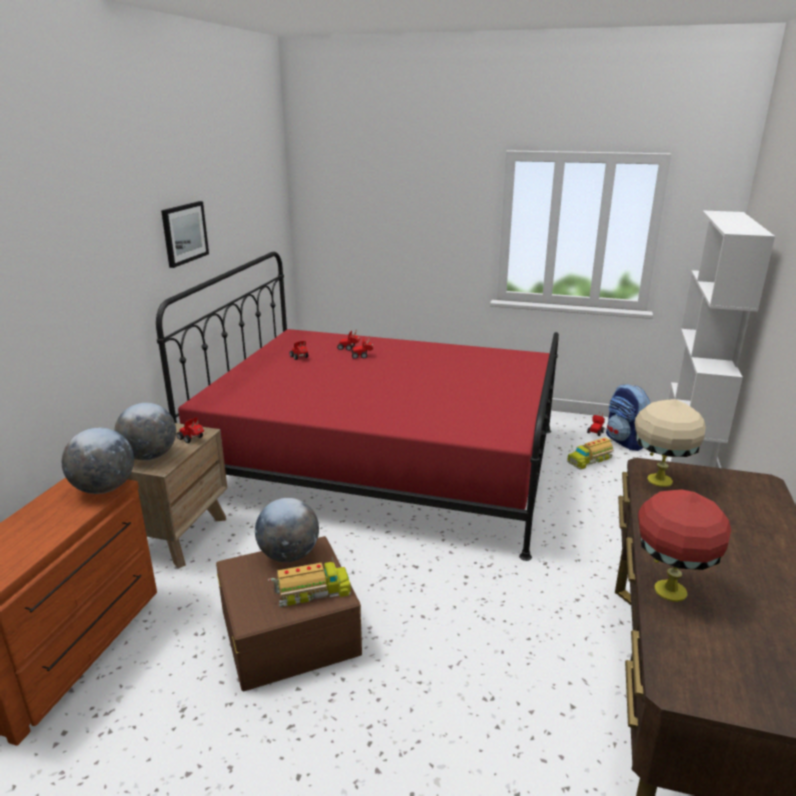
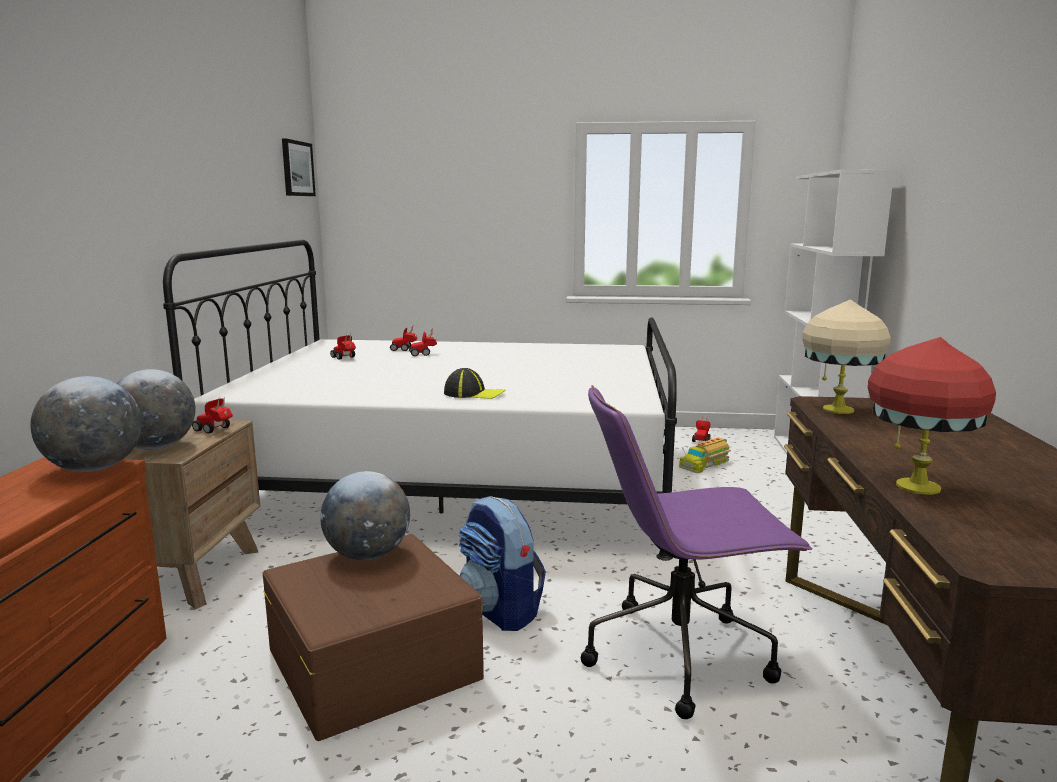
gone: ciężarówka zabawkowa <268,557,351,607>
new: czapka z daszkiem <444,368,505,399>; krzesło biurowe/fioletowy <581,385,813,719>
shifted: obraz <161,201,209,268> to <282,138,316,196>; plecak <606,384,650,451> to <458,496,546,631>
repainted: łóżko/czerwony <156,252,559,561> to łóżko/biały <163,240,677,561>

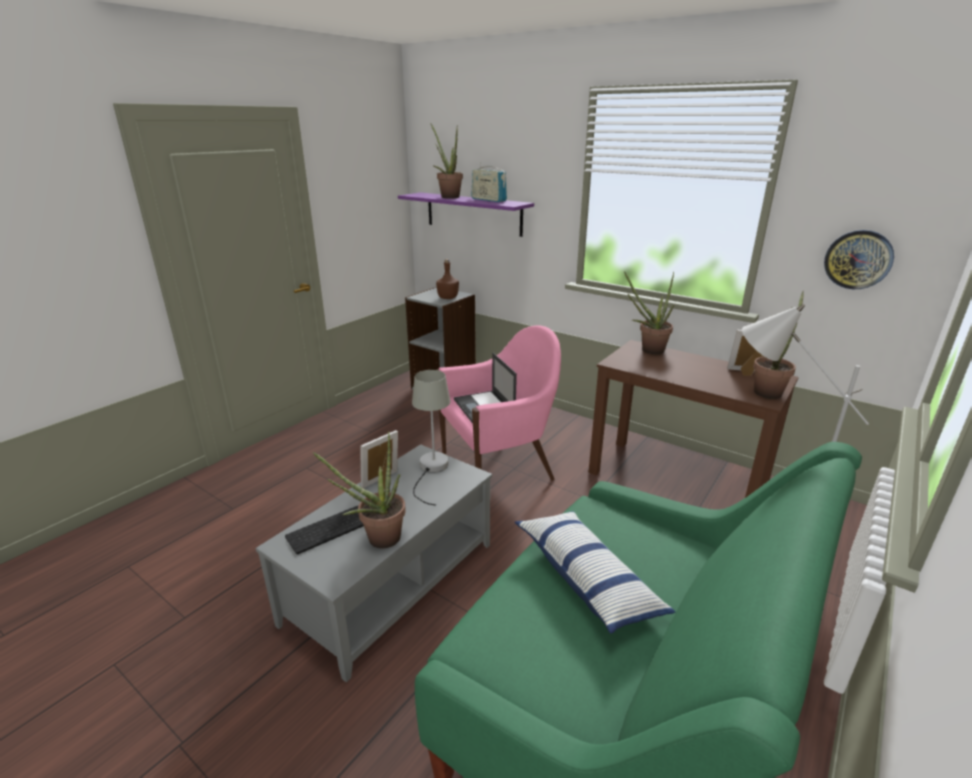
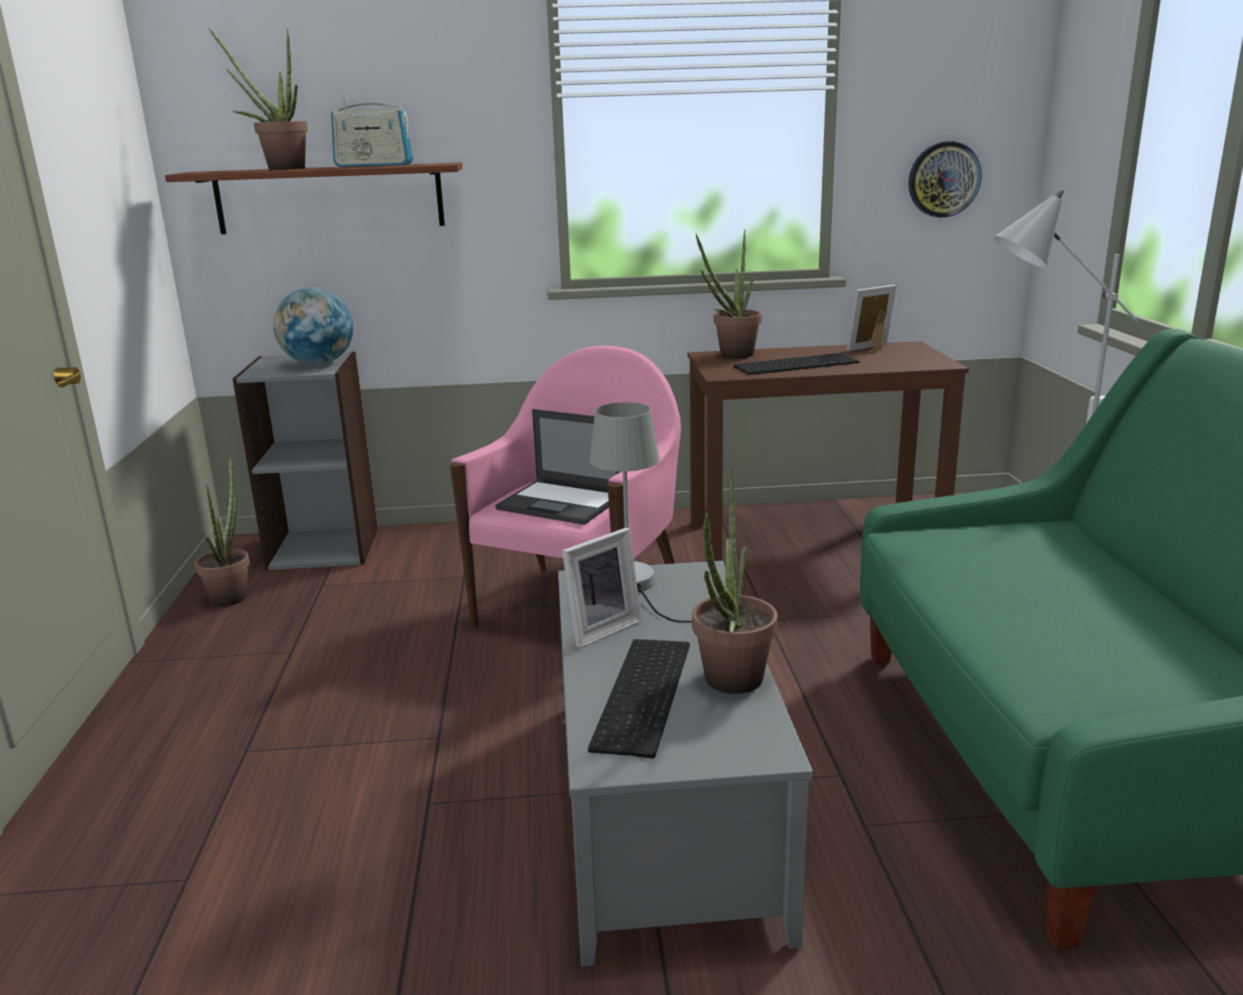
gone: poduszka <514,511,675,634>
new: klawiatura <734,353,860,375>
shifted: roślina doniczkowa <753,291,804,399> to <195,456,250,606>
swapped: butelka/brązowy <436,259,459,299> to globus <273,287,353,365>
repainted: półka/fioletowy <398,192,534,237> to półka/brązowy <165,162,462,234>
rotated: ramka na zdjęcie <360,430,398,489> = <562,528,642,648> 135 degrees counterclockwise

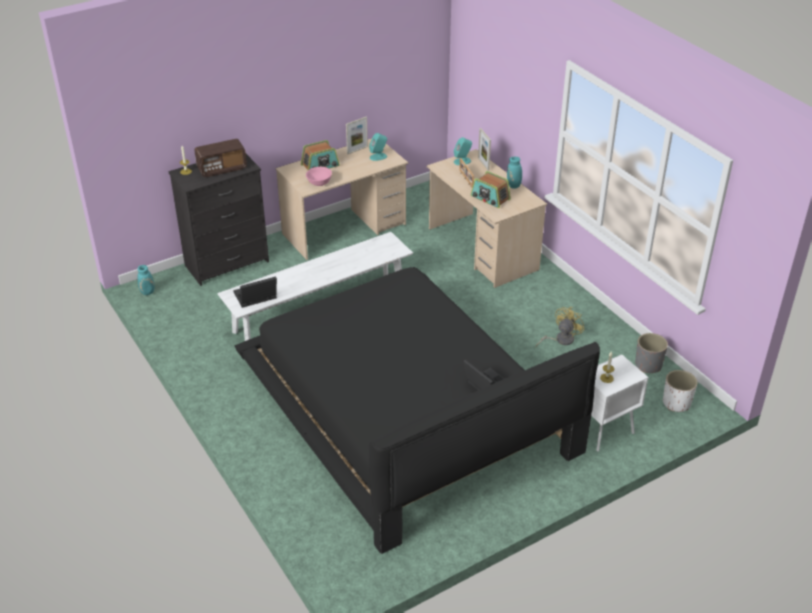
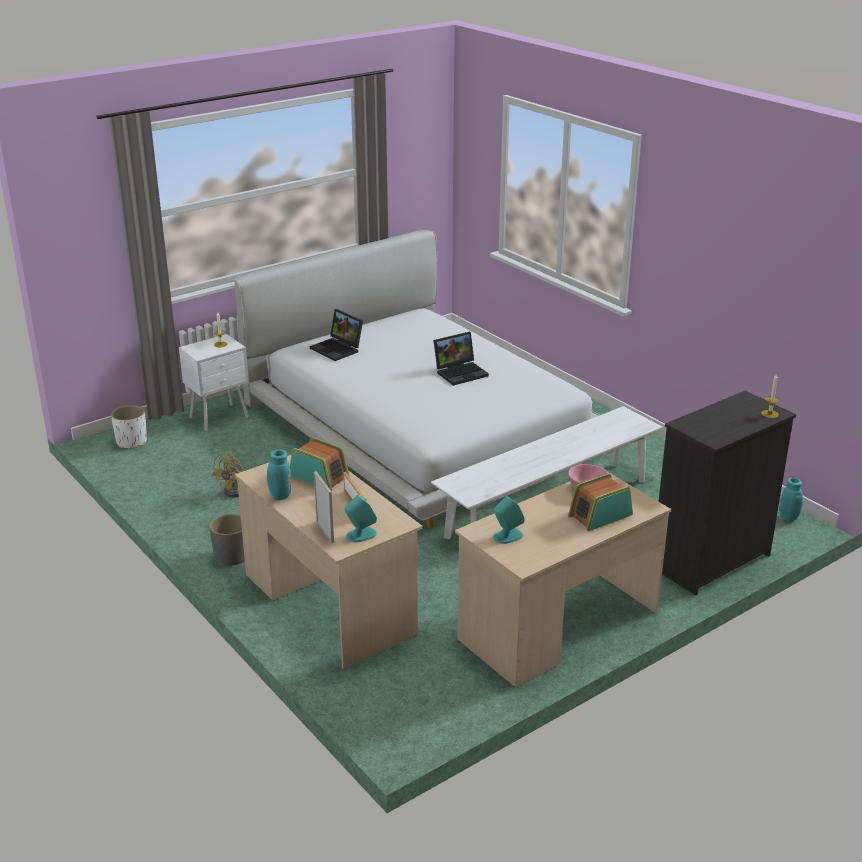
gone: radio <194,139,247,177>; ramka na zdjęcie <346,117,368,154>
shifted: laptop <233,277,277,308> to <433,332,489,386>; donica/szary <635,333,668,373> to <209,513,245,566>
repainted: łóżko/czarny <235,267,600,554> to łóżko/biały <235,230,600,528>

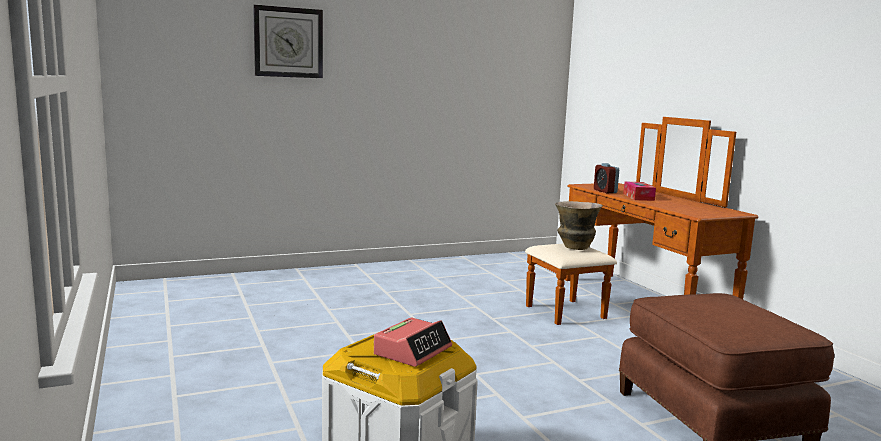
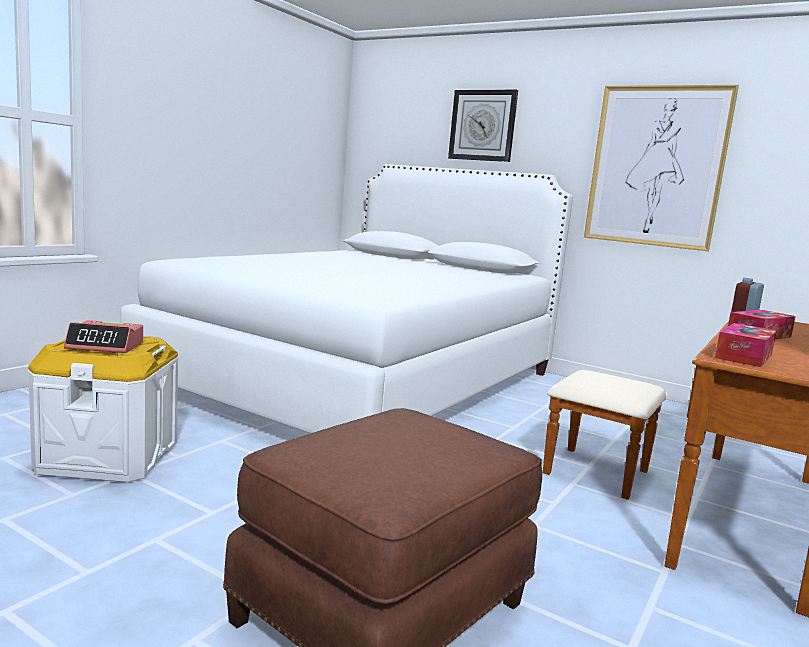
gone: wazon <555,201,603,250>
new: łóżko/biały <120,164,573,434>; obraz <584,85,739,251>; pudełko chusteczek <715,323,777,367>

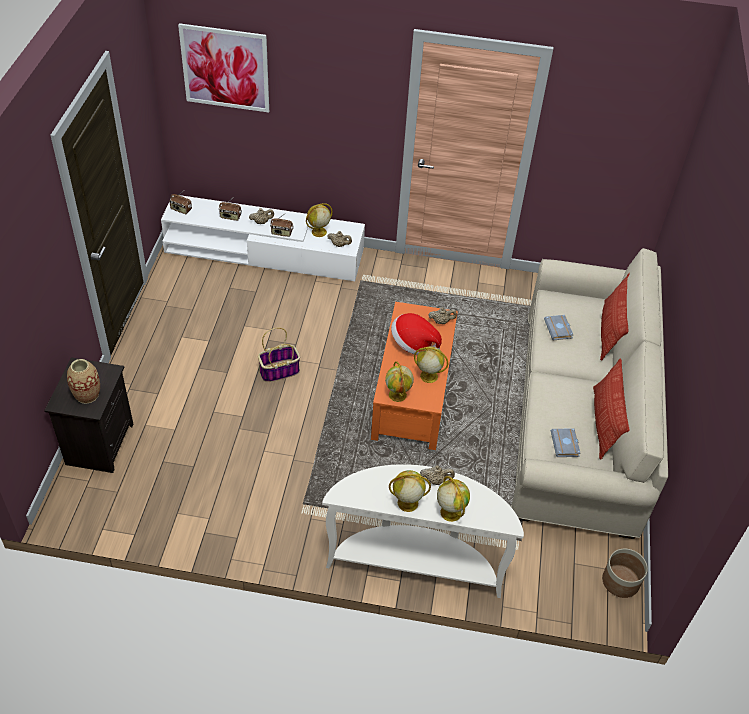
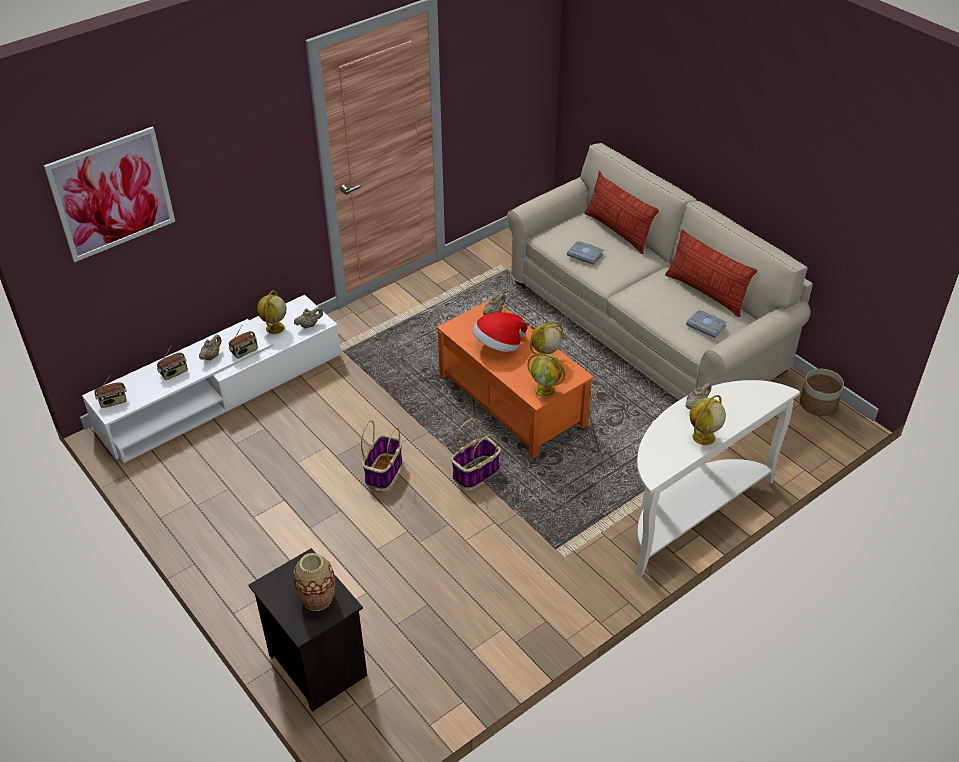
gone: globus <437,476,470,522>
new: koszyk <451,419,501,489>

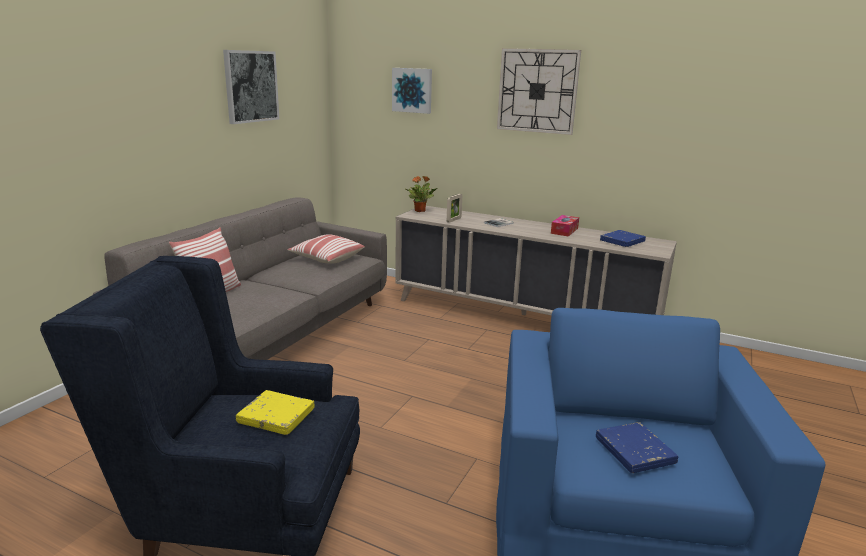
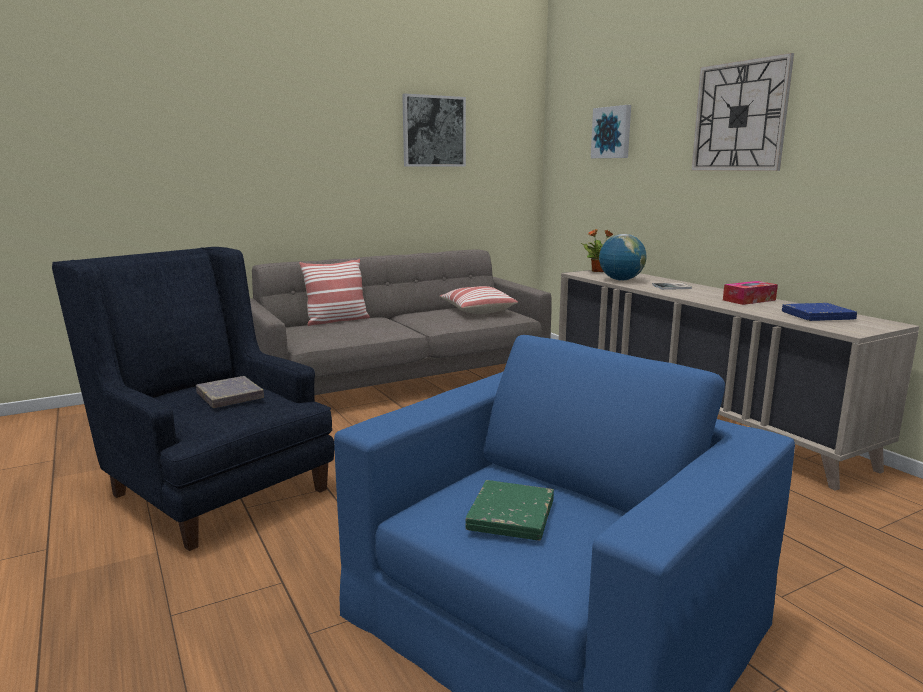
swapped: ramka na zdjęcie <447,194,462,223> to globus <599,234,646,281>
repainted: książka/żółty <236,390,315,435> to książka/szary <196,376,264,408>; książka/niebieski <596,422,678,473> to książka/zielony <465,480,554,540>

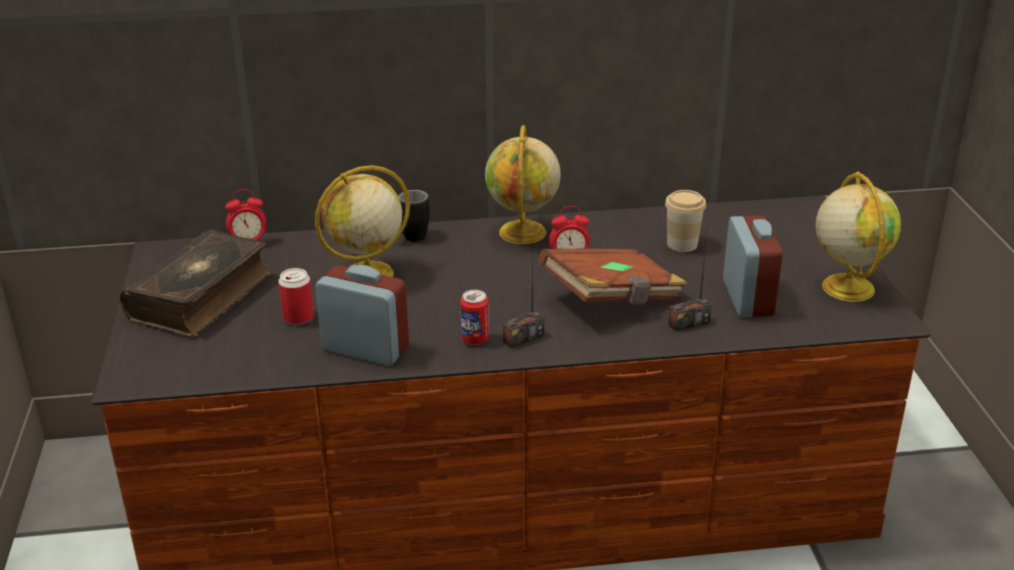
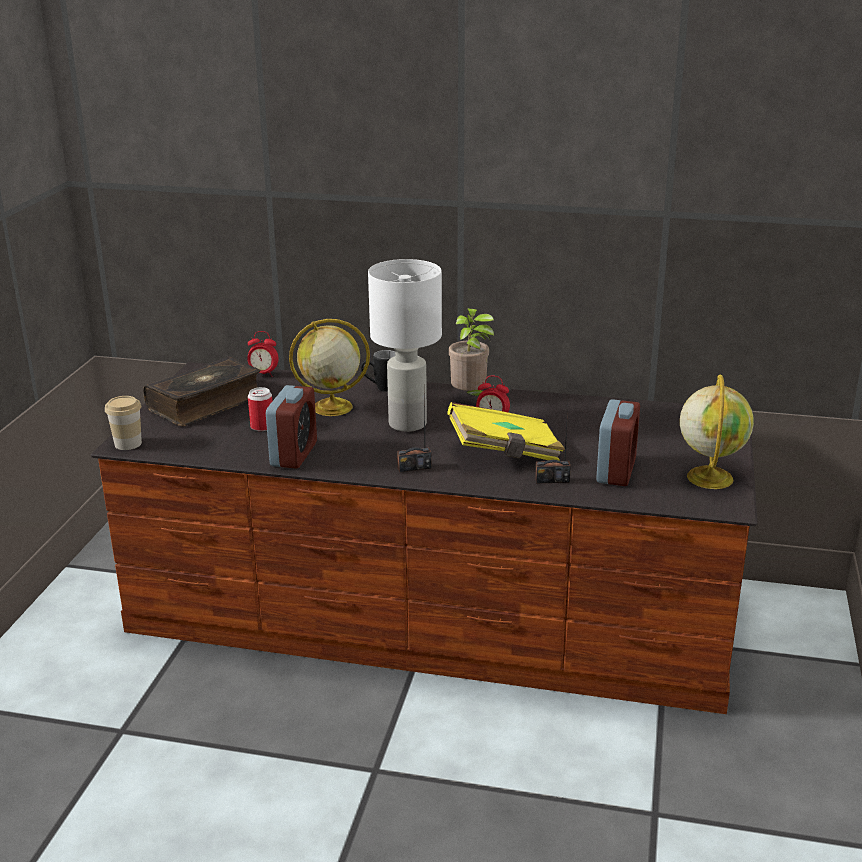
gone: puszka <460,290,489,345>
new: lampa stołowa/biały <368,259,442,432>
shifted: filiżanka <665,190,706,252> to <105,396,142,450>
swapped: globus <485,125,561,244> to roślina doniczkowa <449,308,494,396>
repainted: książka/brązowy <538,248,687,305> to książka/żółty <447,402,565,460>
rotated: budzik <315,265,409,366> = <266,385,317,469> 60 degrees clockwise

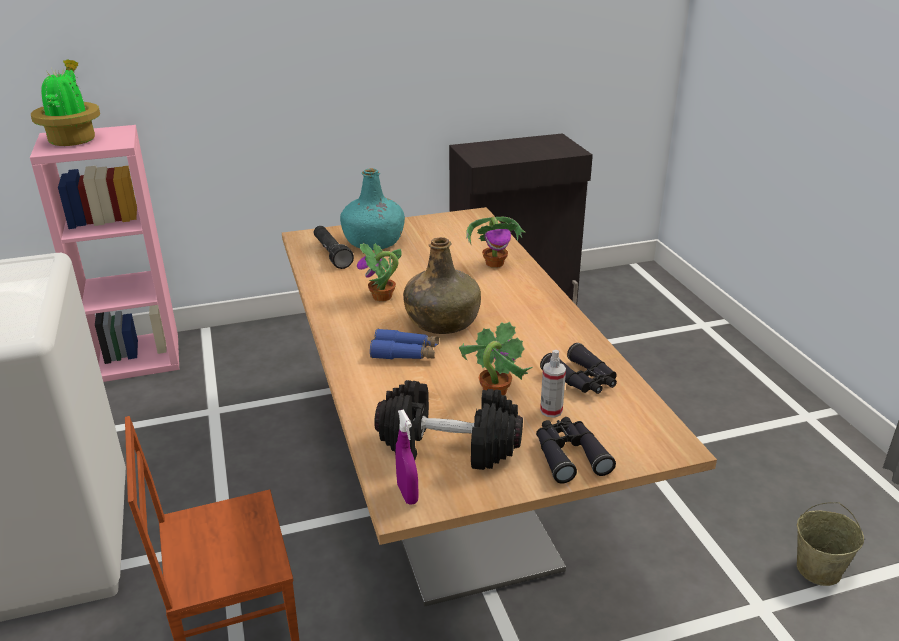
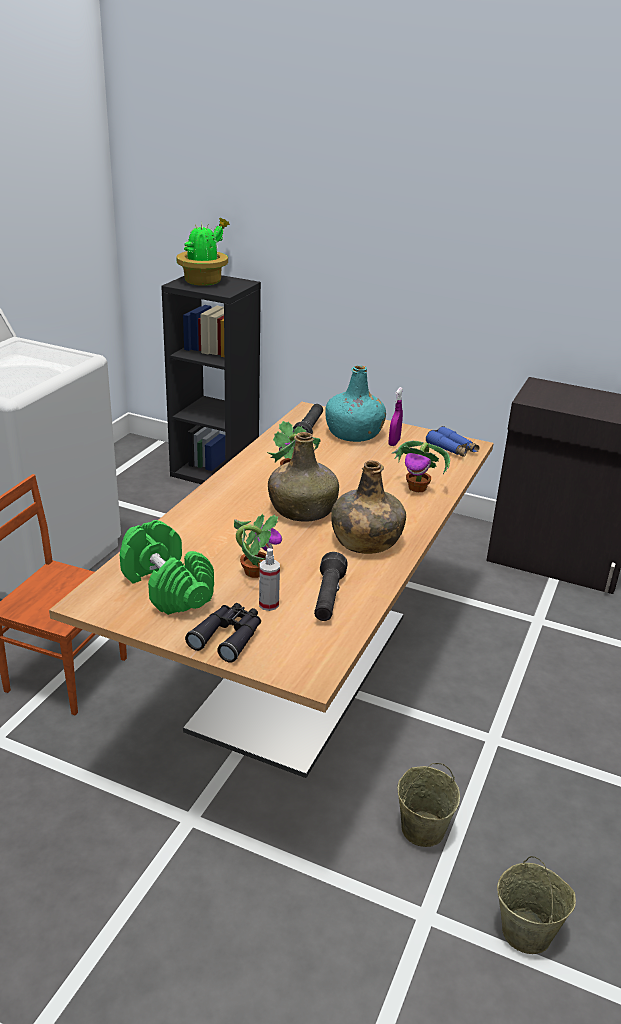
new: butelka/zielony <331,460,406,554>; wiadro/beżowy <398,763,460,847>
shifted: lornetka/niebieski <370,329,439,359> to <426,426,480,457>; spryskiwacz/fioletowy <395,409,419,505> to <389,387,403,446>
swapped: lornetka/czarny <540,343,617,394> to latarka/czarny <314,552,348,621>
repainted: regał/różowy <30,125,179,382> to regał/czarny <161,275,261,484>; hantel/czarny <374,380,523,470> to hantel/zielony <120,520,214,615>

